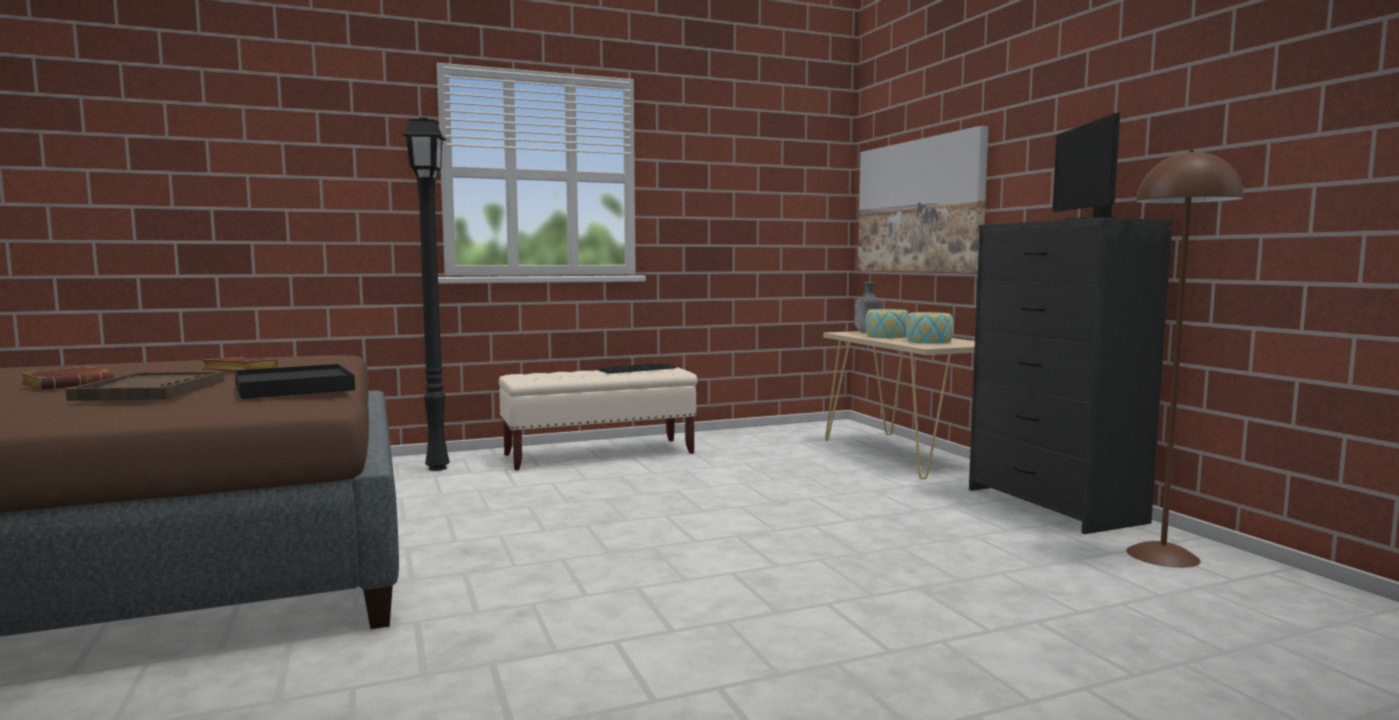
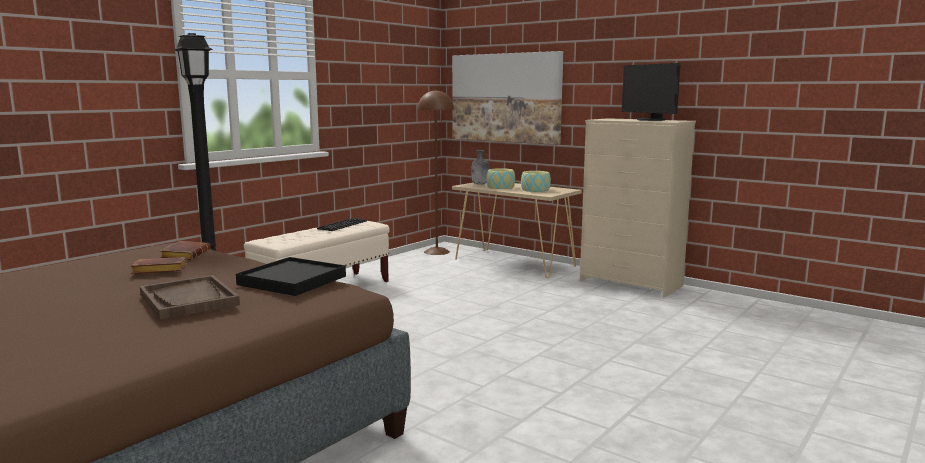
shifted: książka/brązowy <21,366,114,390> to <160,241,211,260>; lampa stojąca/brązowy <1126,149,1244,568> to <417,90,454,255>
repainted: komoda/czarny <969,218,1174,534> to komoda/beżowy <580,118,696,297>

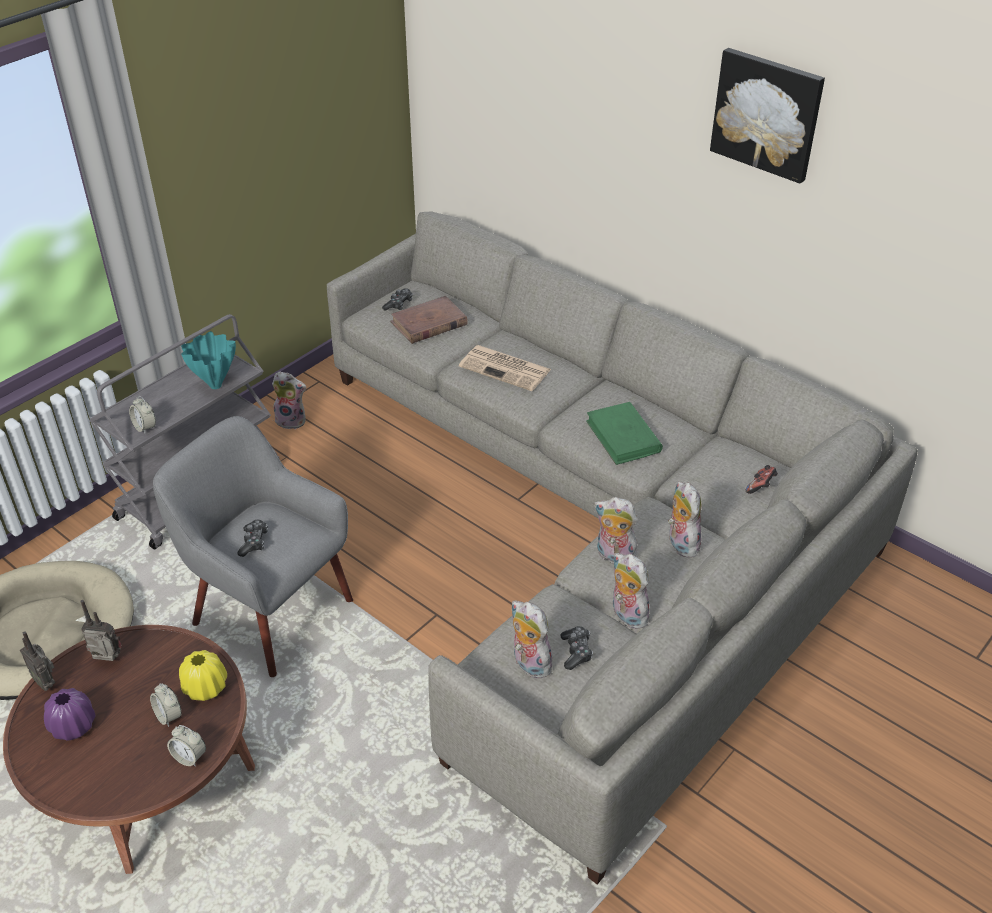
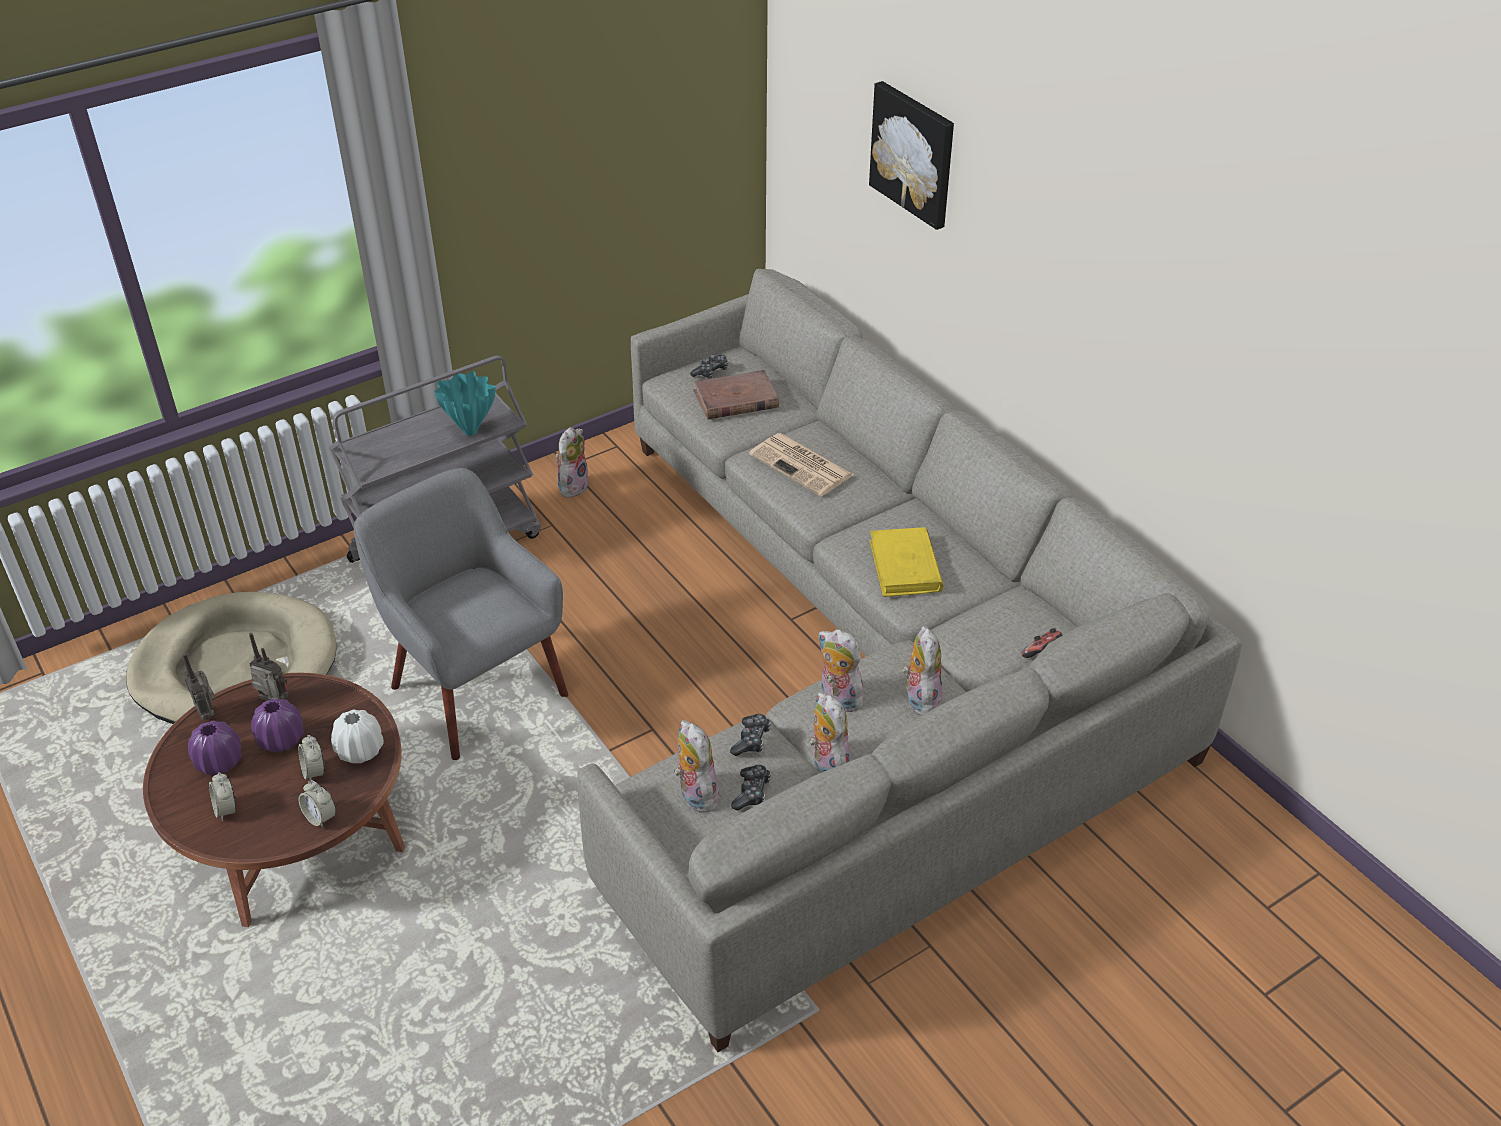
new: wazon/fioletowy <251,698,304,752>
shifted: budzik <129,396,156,434> to <209,772,236,821>; pad do gier <237,520,268,557> to <730,714,771,756>; obraz <710,48,825,184> to <869,81,954,230>
repainted: wazon/żółty <179,650,227,701> to wazon/biały <331,709,384,763>; książka/zielony <586,402,663,465> to książka/żółty <870,527,944,597>
rotated: pluszak <272,371,306,429> = <555,427,589,498> 90 degrees counterclockwise

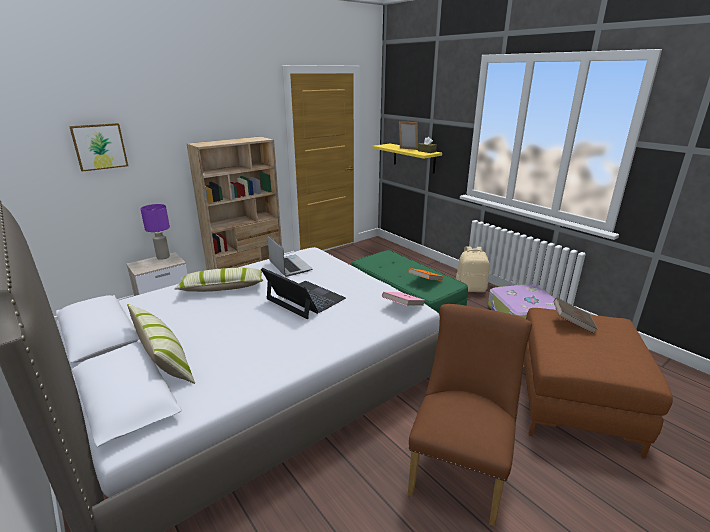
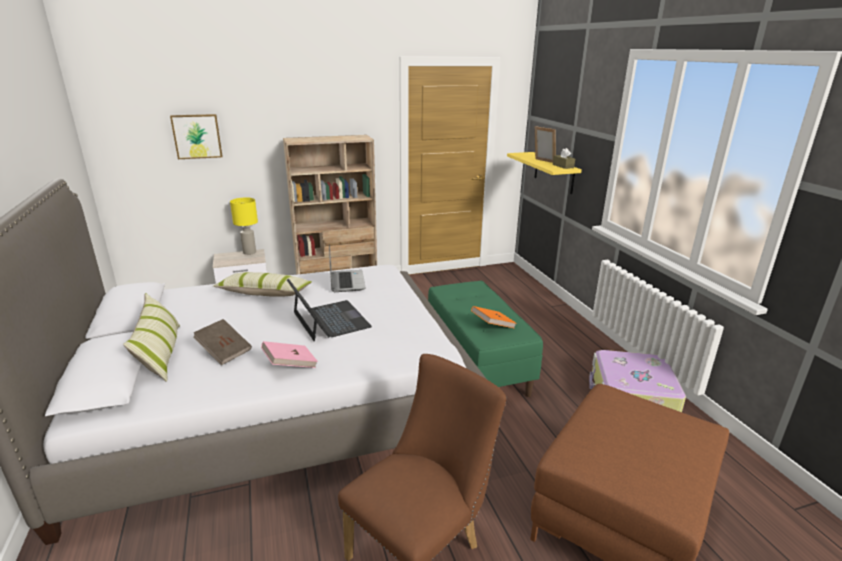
gone: plecak/beżowy <456,246,490,292>
shifted: książka/różowy <382,292,425,306> to <261,341,318,368>; książka/brązowy <553,297,598,334> to <193,319,252,365>
repainted: lampa stołowa/fioletowy <140,204,170,260> to lampa stołowa/żółty <230,197,258,255>

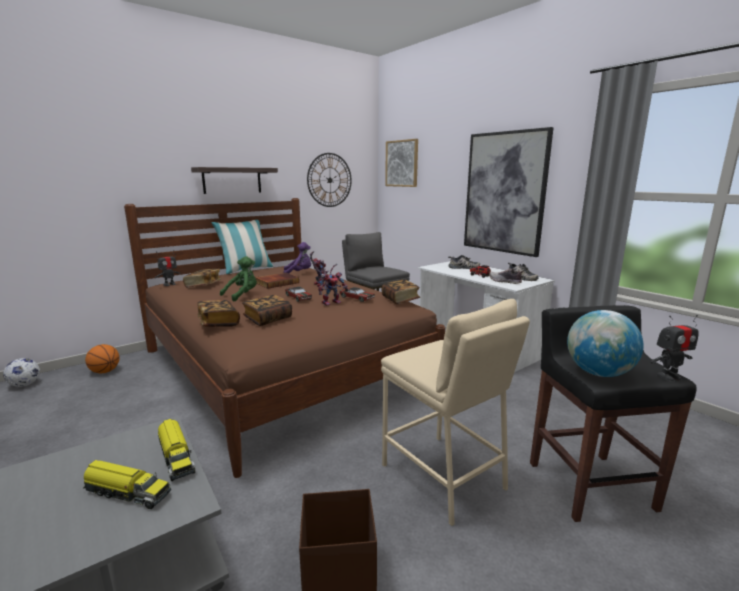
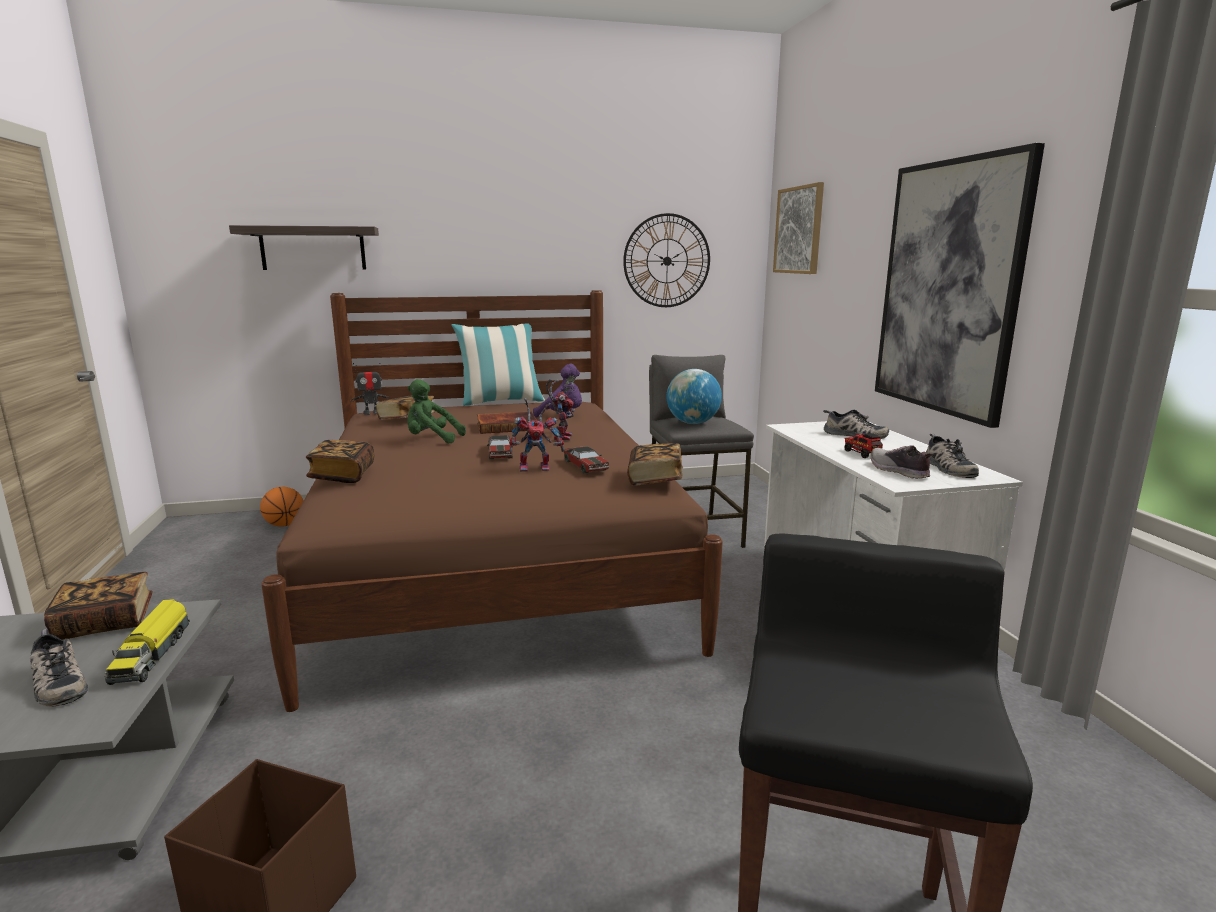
gone: piłka futbolowa <3,358,40,387>; stołek/beżowy <381,299,530,526>; robot zabawkowy <651,315,699,382>
shifted: półka <191,167,278,194> to <229,225,379,270>; książka <242,295,292,326> to <44,572,153,640>; globus <567,310,644,377> to <667,369,722,424>
swapped: ciężarówka zabawkowa <83,460,171,509> to but <30,629,88,707>
rotated: pluszak/zielony <220,256,257,301> = <407,379,466,443> 150 degrees counterclockwise

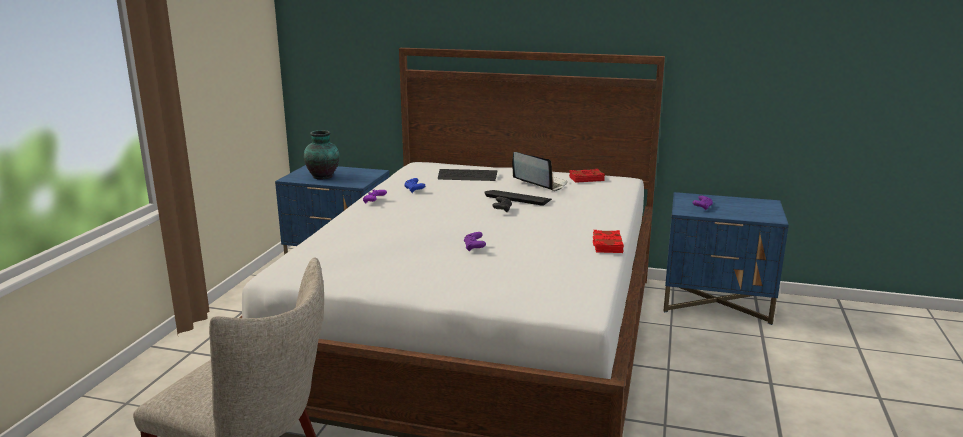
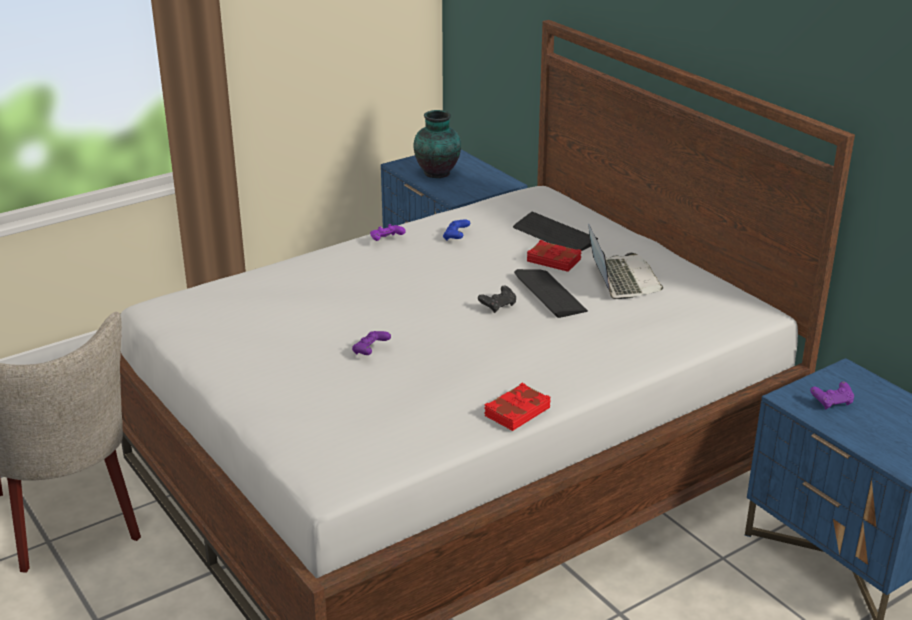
shifted: książka/czerwony <569,169,605,183> to <527,240,581,272>

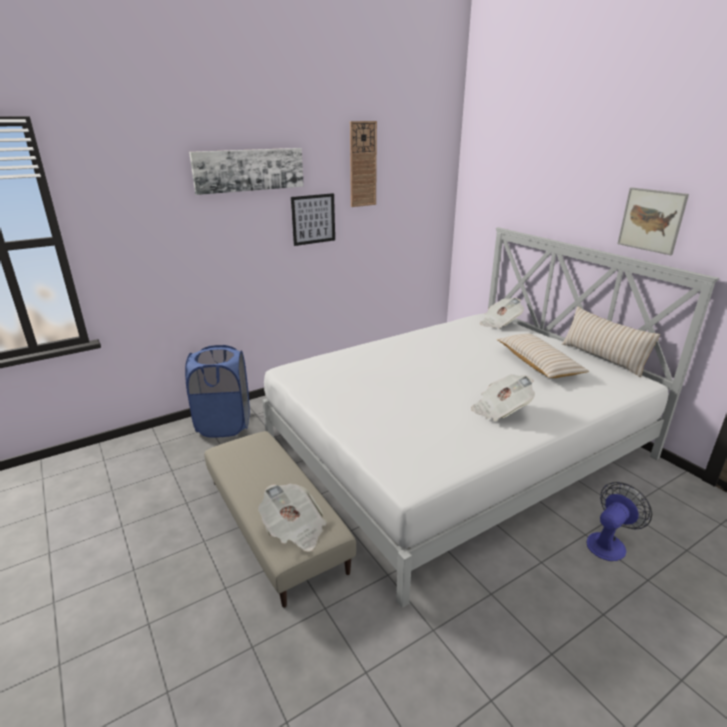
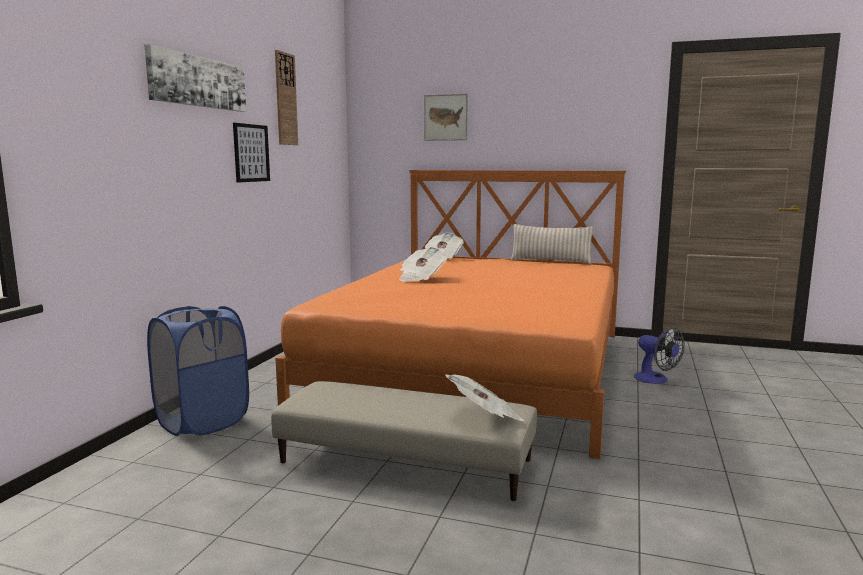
gone: poduszka/beżowy <497,333,589,378>
shifted: gazeta <471,374,535,421> to <399,247,448,282>; obraz <617,187,689,255> to <424,93,468,141>
repainted: łóżko/biały <262,227,719,608> to łóżko/pomarańczowy <275,170,626,459>
rotated: wentylator <587,482,652,561> = <634,327,685,384> 135 degrees clockwise

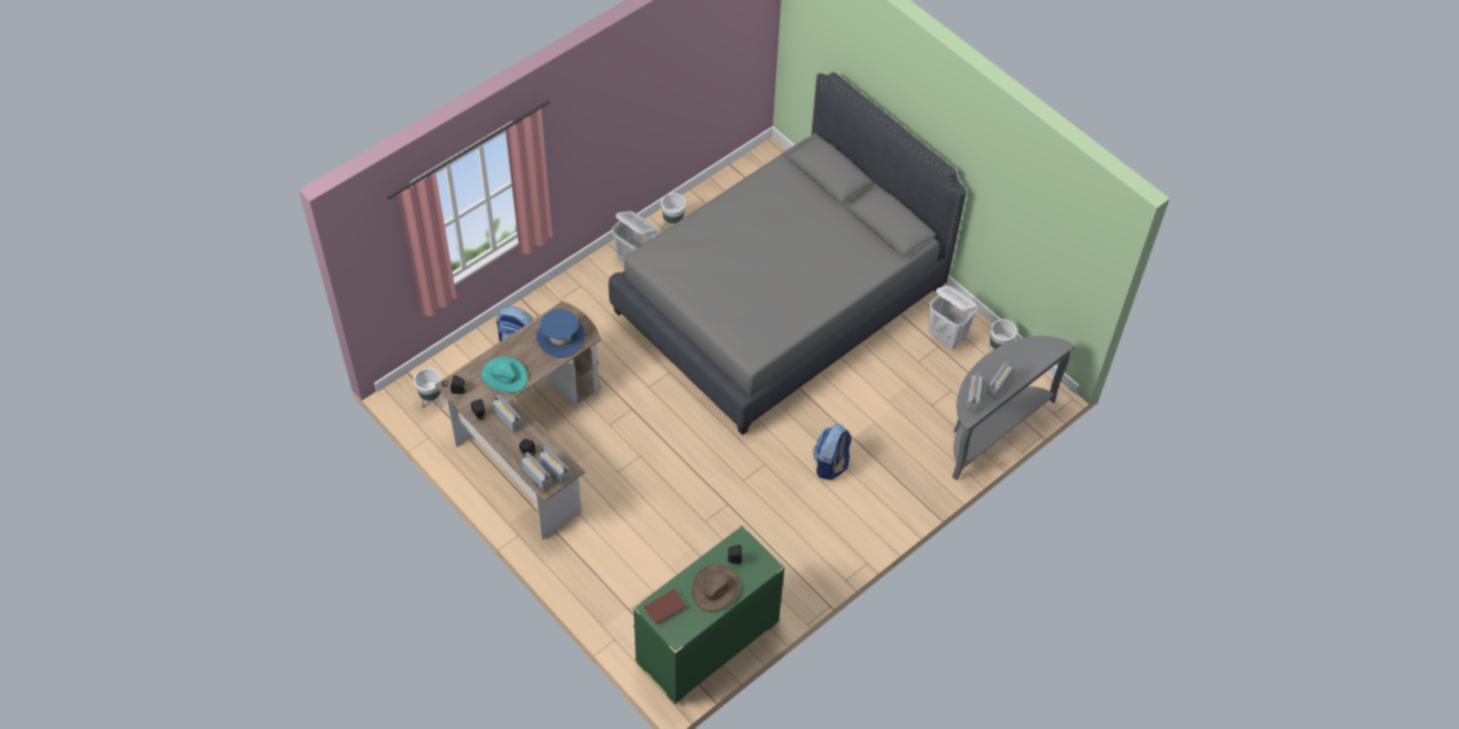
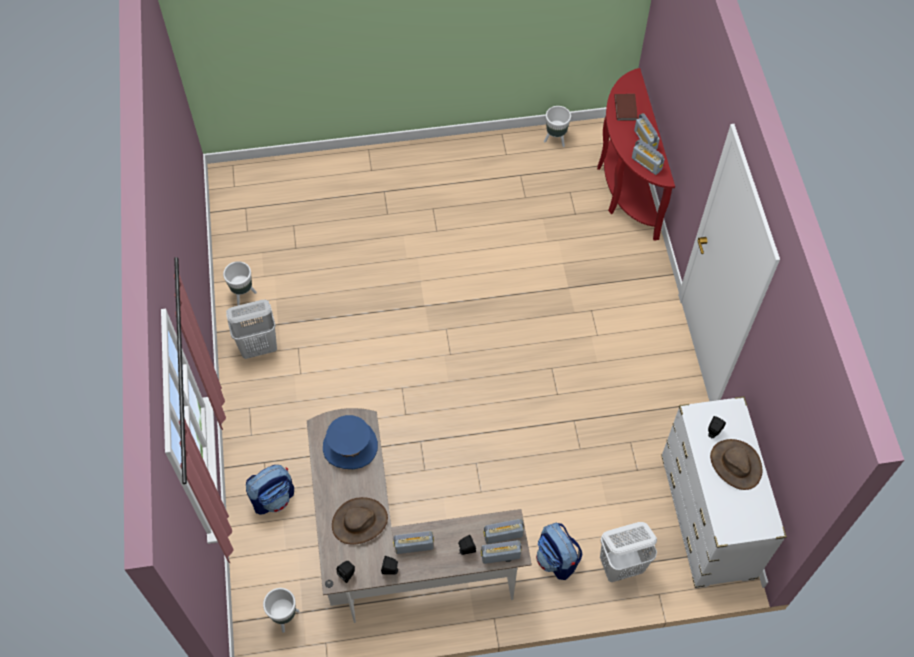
gone: łóżko/szary <609,72,966,435>
shifted: książka/brązowy <644,589,687,625> to <614,94,638,121>; plecak <813,424,852,480> to <536,523,582,580>; kosz na pranie/biały <928,286,978,350> to <600,522,657,582>
repainted: kapelusz/turkusowy <481,357,528,393> to kapelusz/brązowy <332,497,388,545>; komoda/zielony <633,525,785,704> to komoda/biały <661,396,787,588>; stolik konsolowy/szary <952,336,1075,480> to stolik konsolowy/czerwony <597,68,675,240>

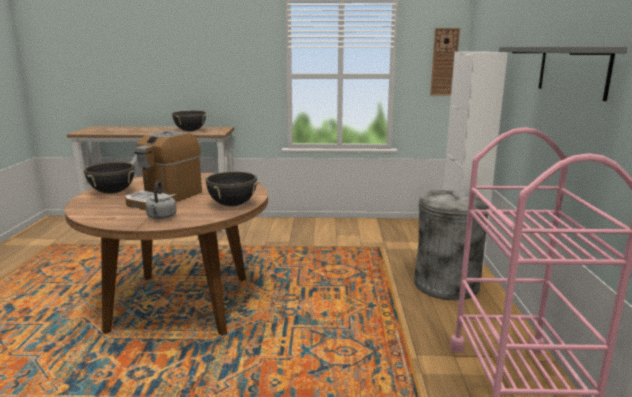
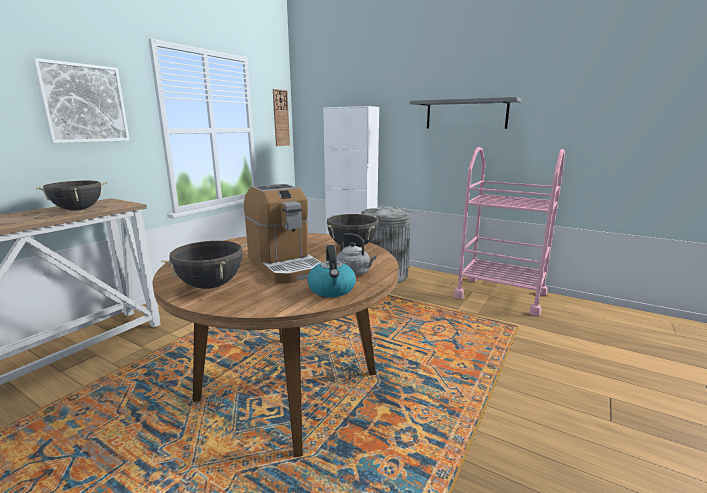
new: obraz <32,58,130,143>; czajnik <307,245,356,297>

